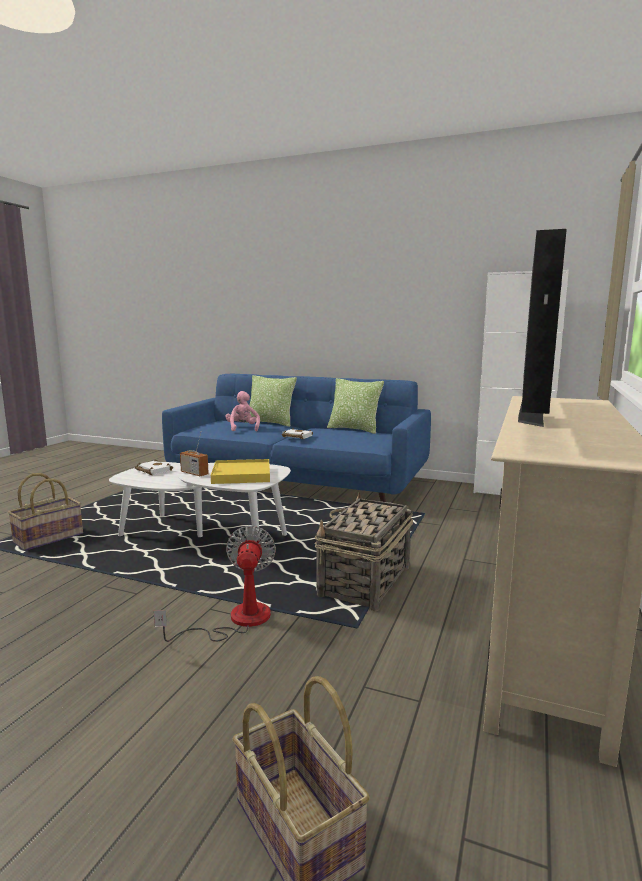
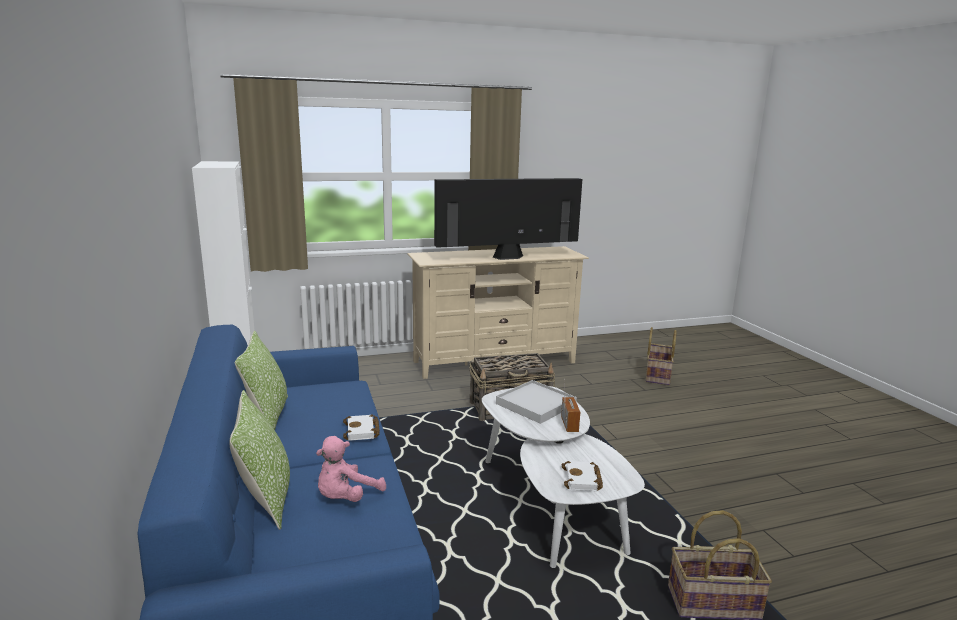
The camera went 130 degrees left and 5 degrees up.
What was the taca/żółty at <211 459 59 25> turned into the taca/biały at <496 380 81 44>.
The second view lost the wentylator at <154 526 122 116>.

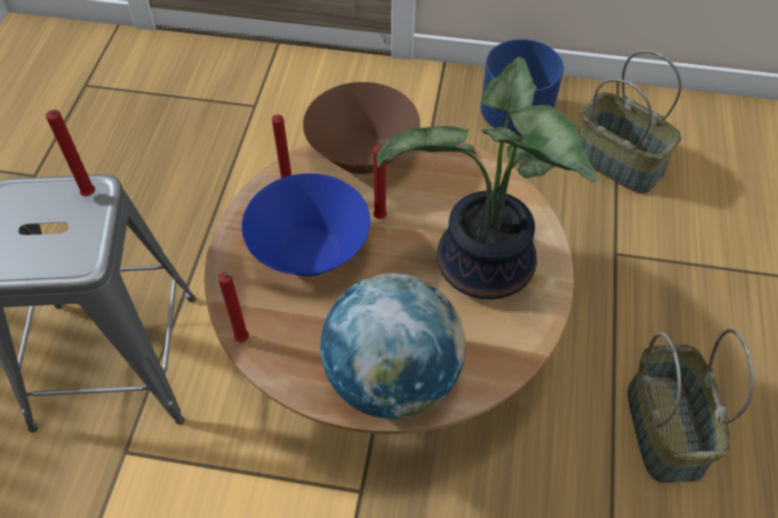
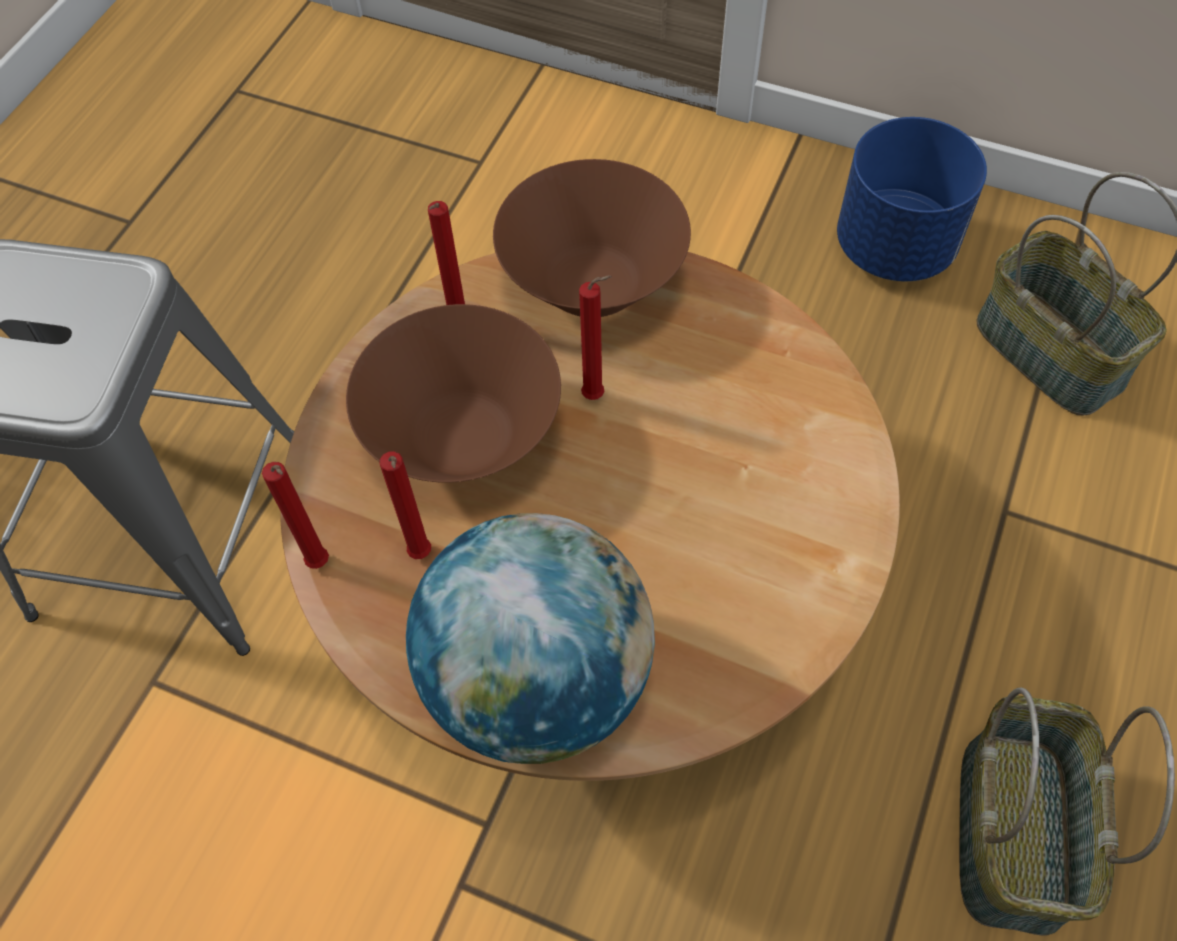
The camera went 15 degrees right and 5 degrees up.
What was the miska/niebieski at <242 173 128 103> turned into the miska/brązowy at <346 304 215 179>.
The świeca/czerwony ended up elsewhere, having gone from <46 109 49 87> to <380 451 51 108>.
The second view lost the roślina doniczkowa at <376 57 221 242>.

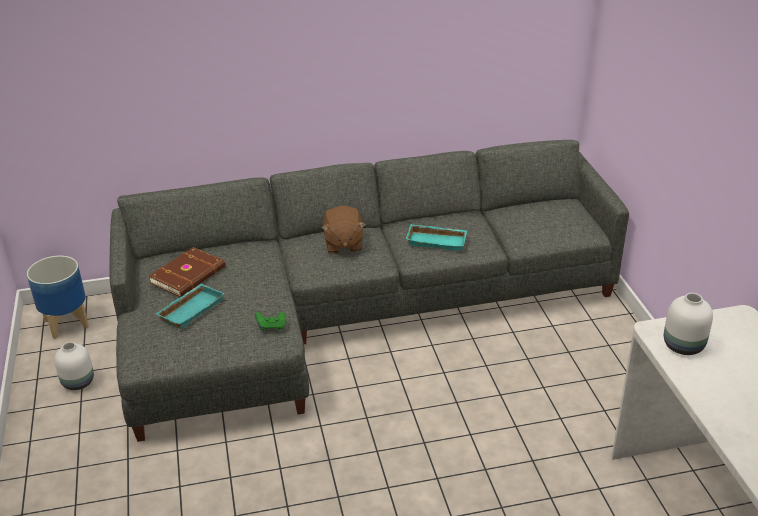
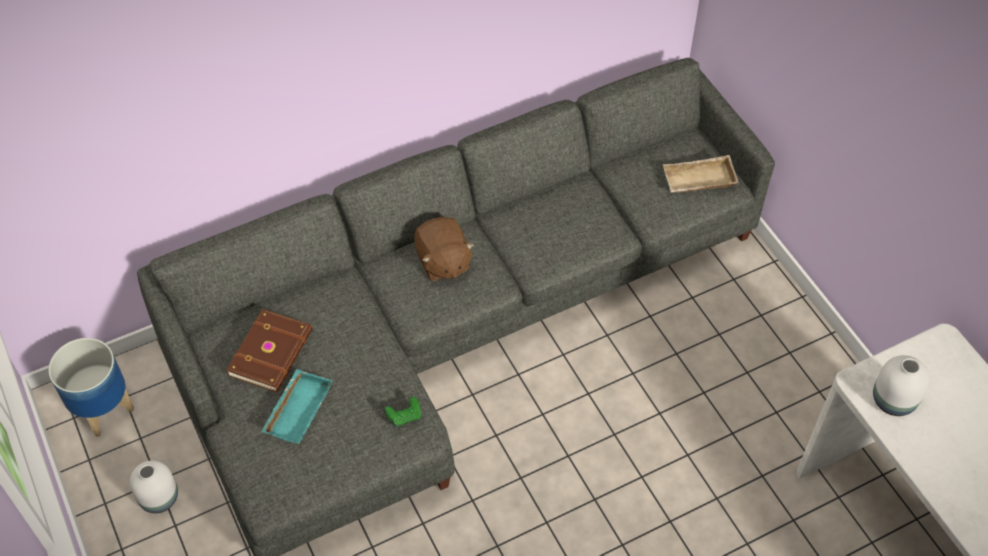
The camera went 15 degrees left and 20 degrees up.
The second view gained the taca/beżowy at <662 155 77 38>.
The second view lost the taca/turkusowy at <406 224 61 27>.

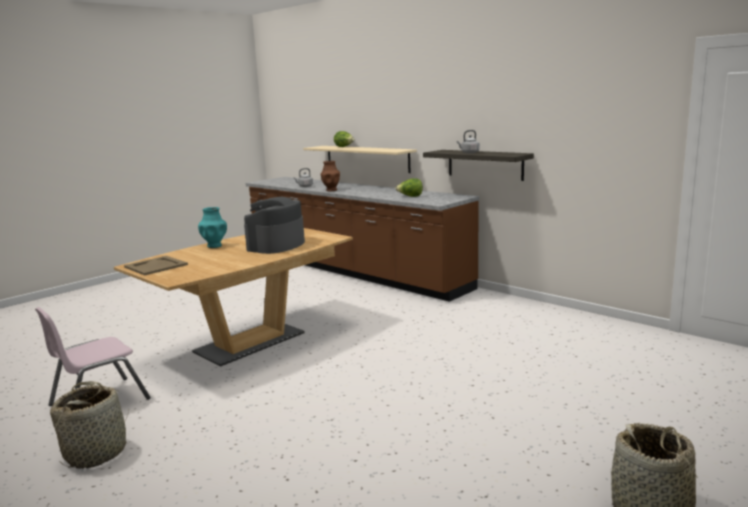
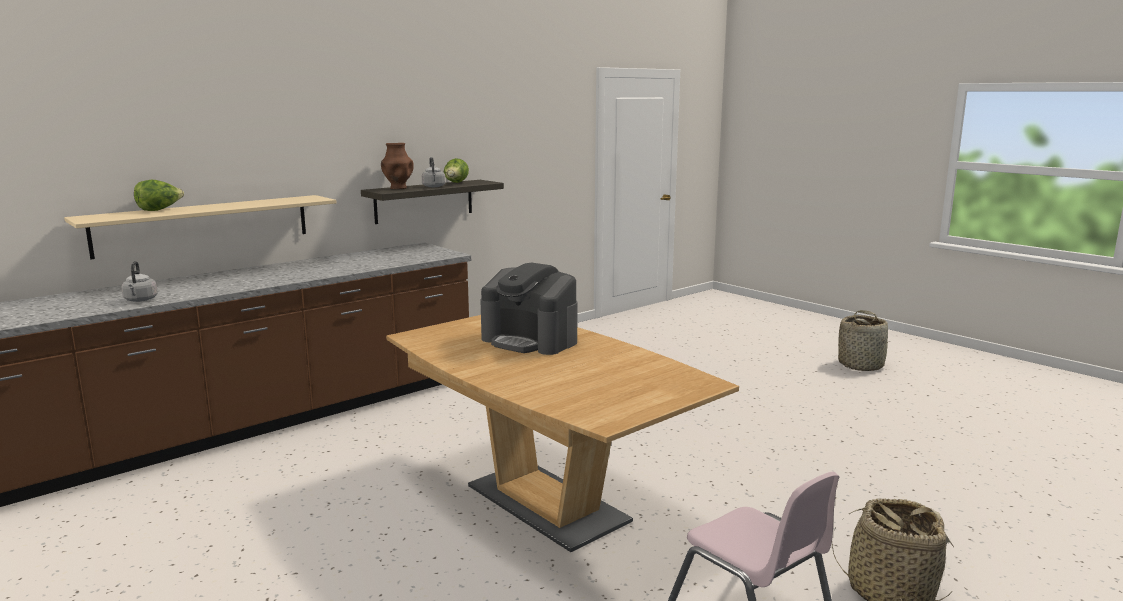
The camera went 85 degrees left and 0 degrees up.
The wazon/brązowy ended up elsewhere, having gone from <321 161 19 30> to <381 143 33 46>.
The sałata ended up elsewhere, having gone from <395 178 28 19> to <444 158 25 25>.
The second view lost the taca/beżowy at <124 256 64 20>.
The second view lost the wazon/turkusowy at <198 207 29 41>.

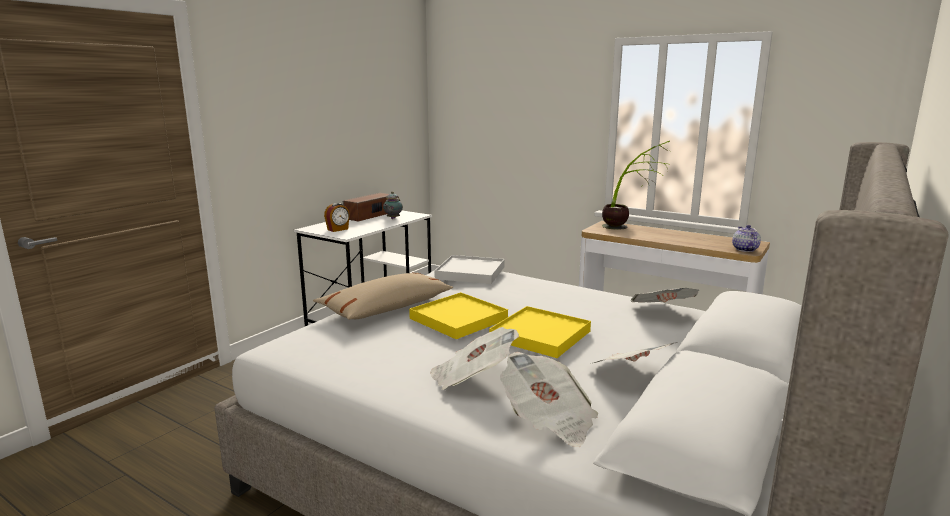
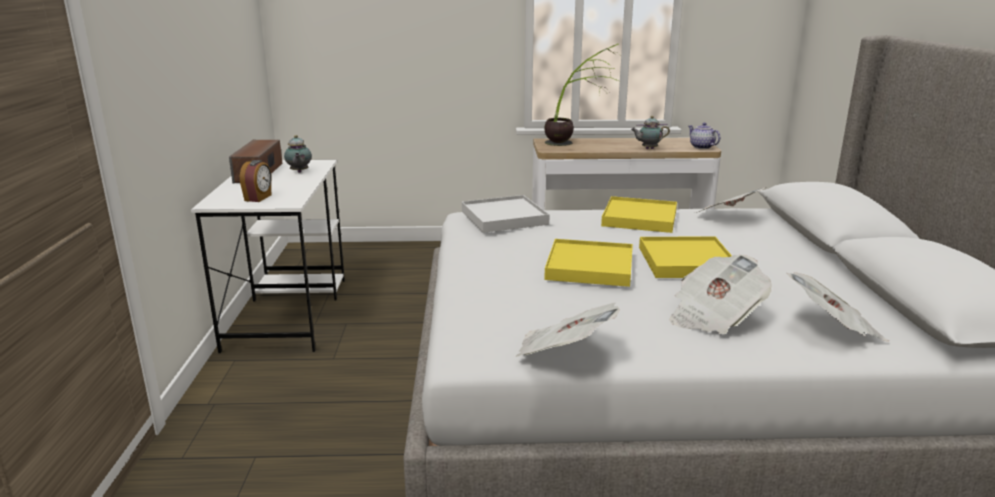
The camera went 35 degrees left and 5 degrees up.
The gazeta ended up elsewhere, having gone from <594 342 84 21> to <516 303 104 54>.
The second view gained the taca/żółty at <601 196 76 37>.
The second view gained the imbryk at <631 116 39 33>.
The second view lost the poduszka/beżowy at <313 272 140 48>.

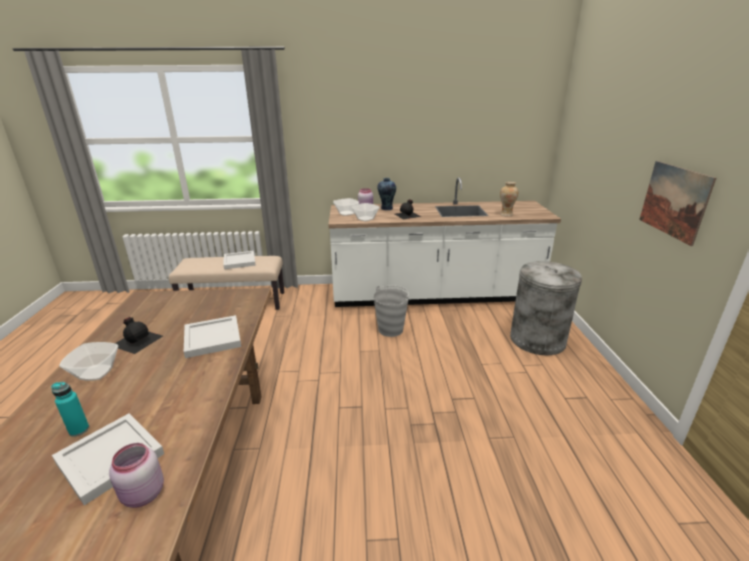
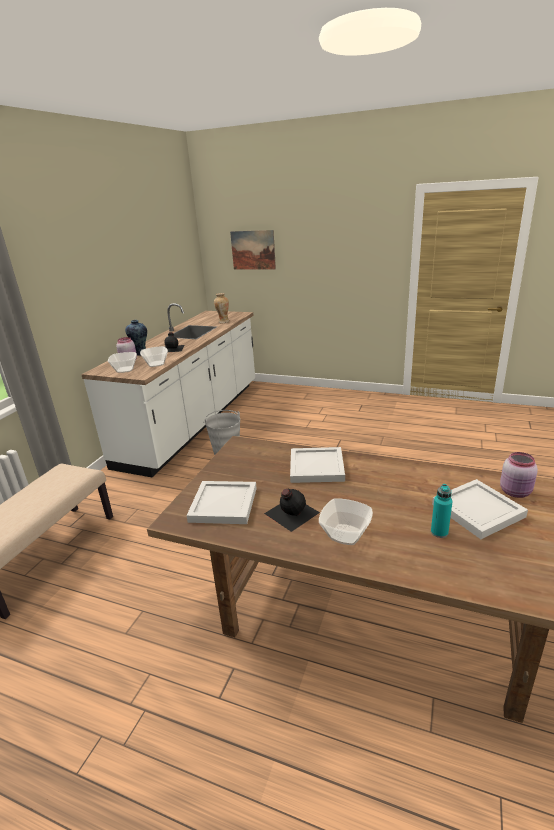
The camera went 65 degrees left and 0 degrees up.
The taca/biały ended up elsewhere, having gone from <223 251 33 18> to <186 481 71 43>.
The obraz ended up elsewhere, having gone from <639 161 77 85> to <230 230 46 40>.
The second view lost the kosz na śmieci/szary at <510 261 72 94>.

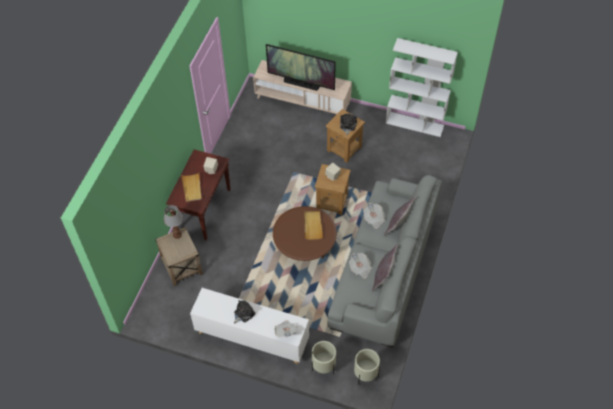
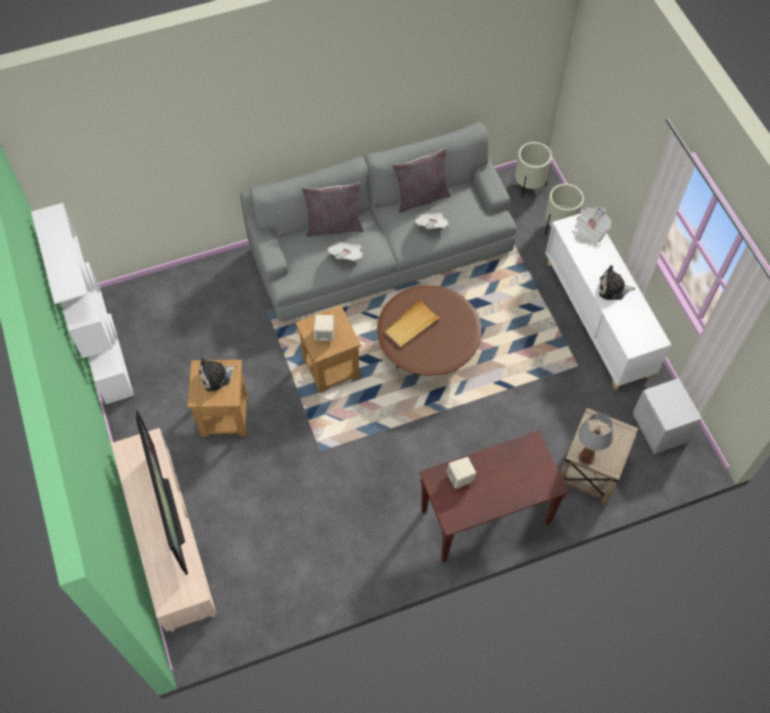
The camera went 130 degrees left and 5 degrees up.
The second view gained the szafka nocna/szary at <633 378 69 76>.
The second view lost the taca/beżowy at <181 173 21 29>.

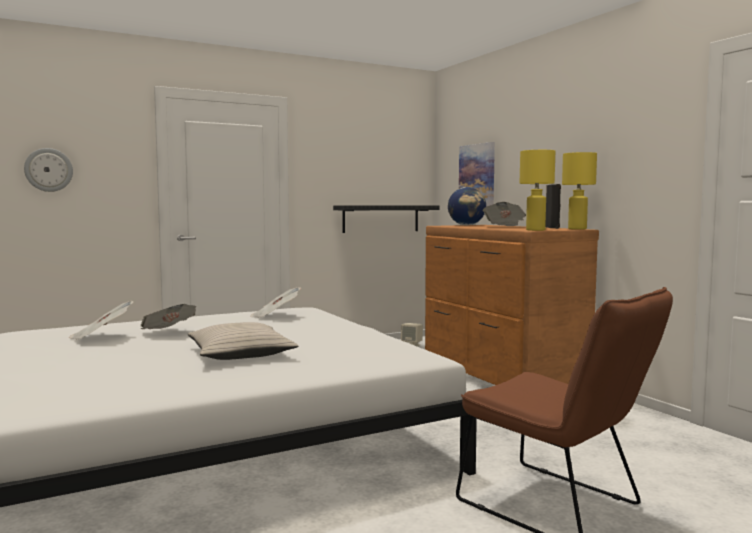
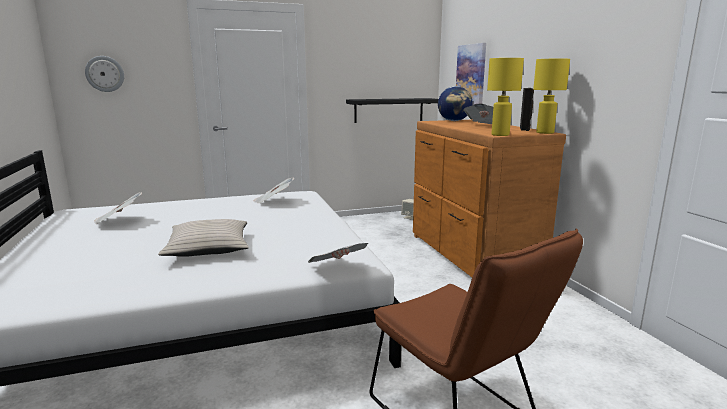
The camera went 10 degrees right and 10 degrees up.
The gazeta ended up elsewhere, having gone from <141 304 55 25> to <308 243 61 20>.

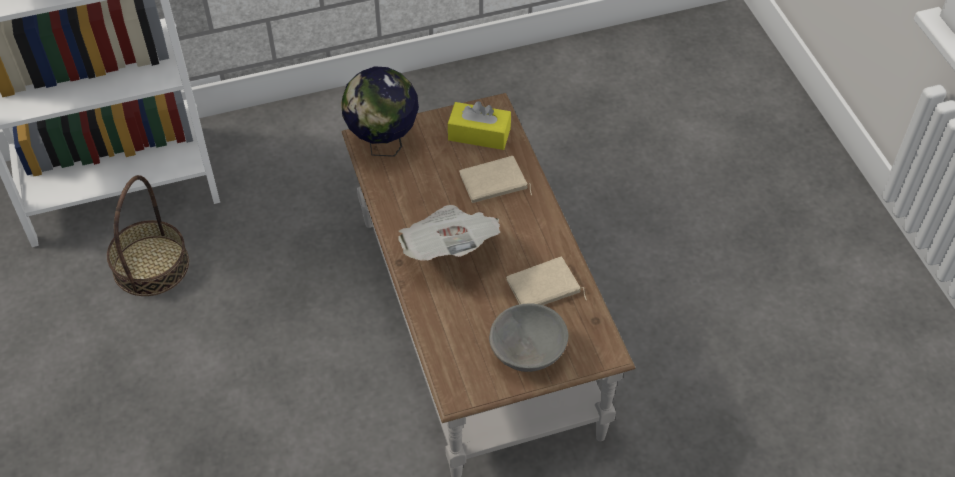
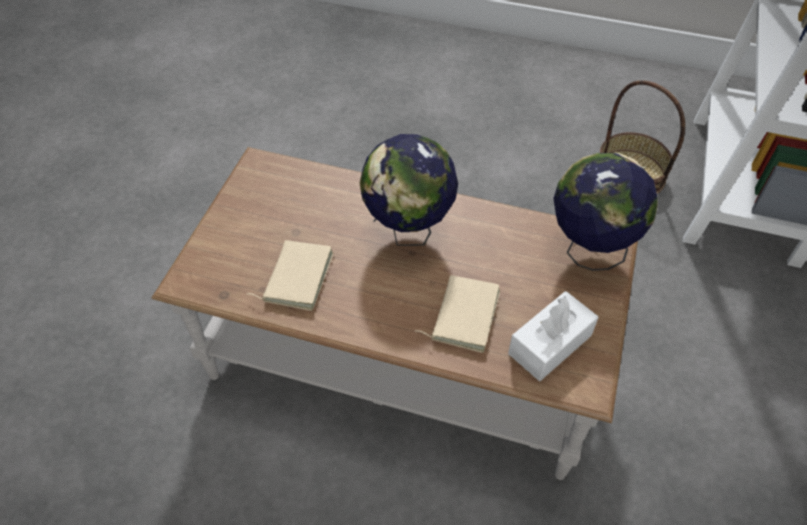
The camera went 125 degrees right and 0 degrees up.
Where the gazeta stood at <398 205 102 56>, the globus came to stand at <359 134 99 112>.
What was the pudełko chusteczek/żółty at <448 101 63 49> turned into the pudełko chusteczek/biały at <508 291 91 90>.
The second view lost the miska/szary at <489 304 79 68>.

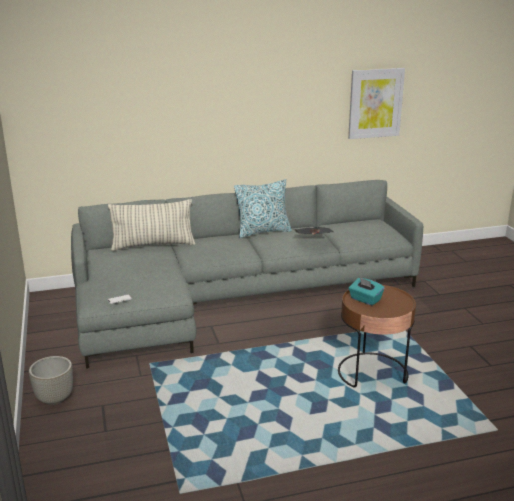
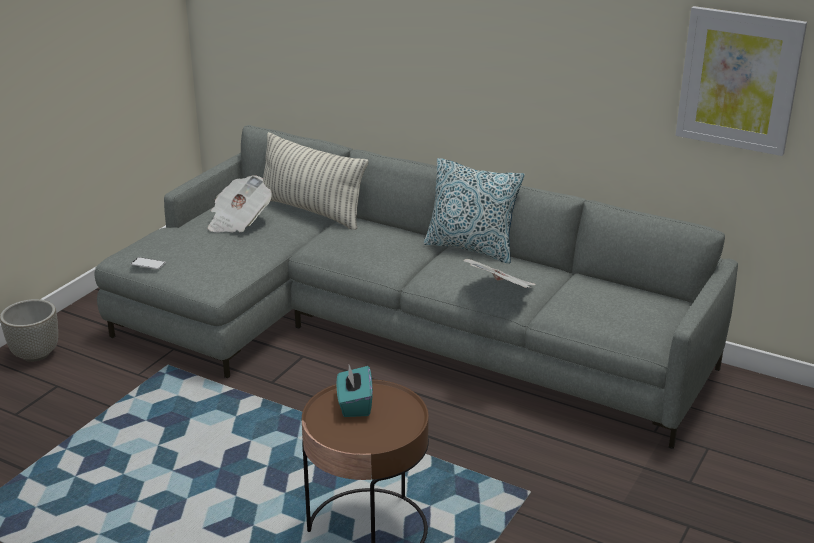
The camera went 45 degrees right and 5 degrees up.
The second view gained the gazeta at <208 175 64 58>.

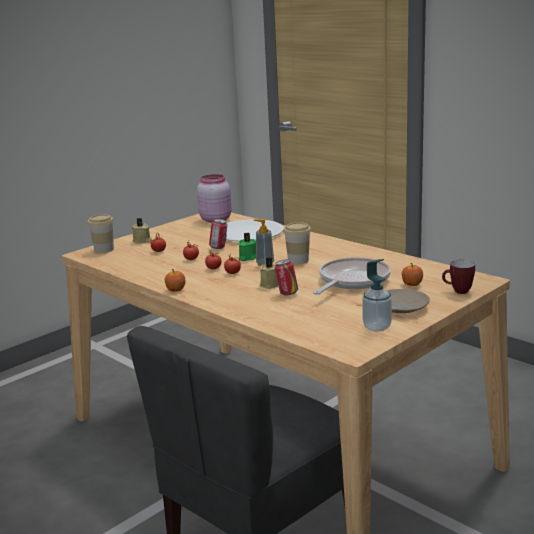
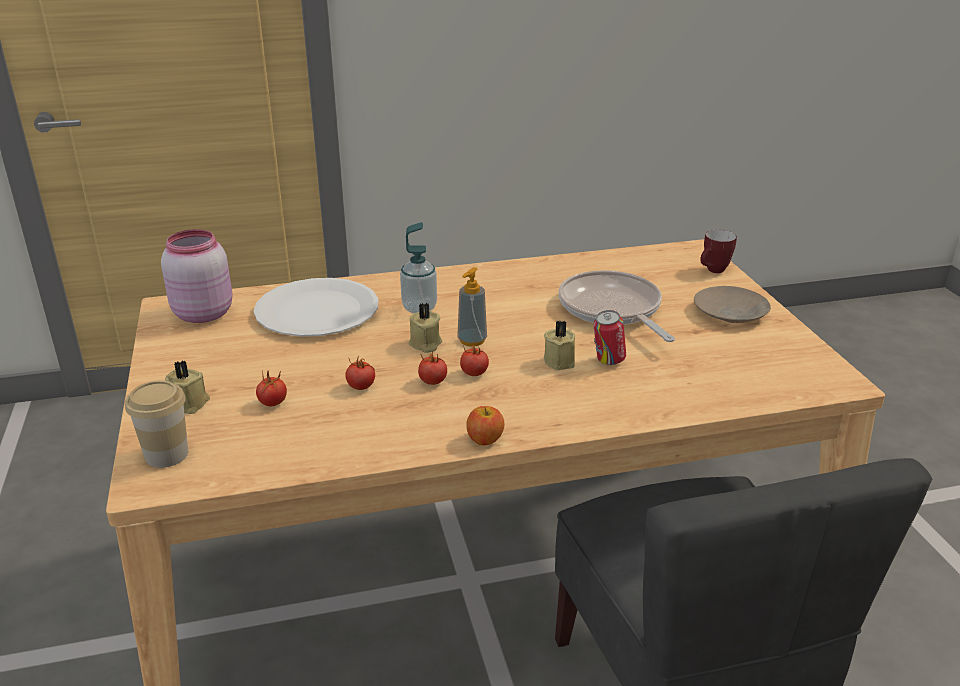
The camera went 60 degrees left and 10 degrees up.
The dozownik mydła ended up elsewhere, having gone from <362 259 30 73> to <400 222 37 92>.
What was the świeca/zielony at <238 233 18 28> turned into the świeca/beżowy at <409 303 33 50>.
The second view lost the puszka at <209 219 18 30>.
The second view lost the filiżanka at <283 222 28 42>.
The second view lost the jabłko at <402 263 21 23>.

